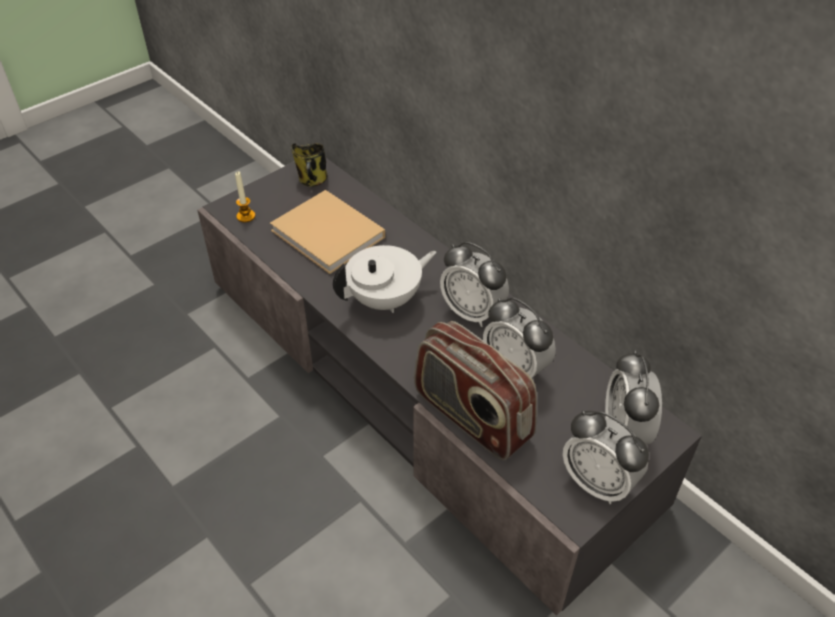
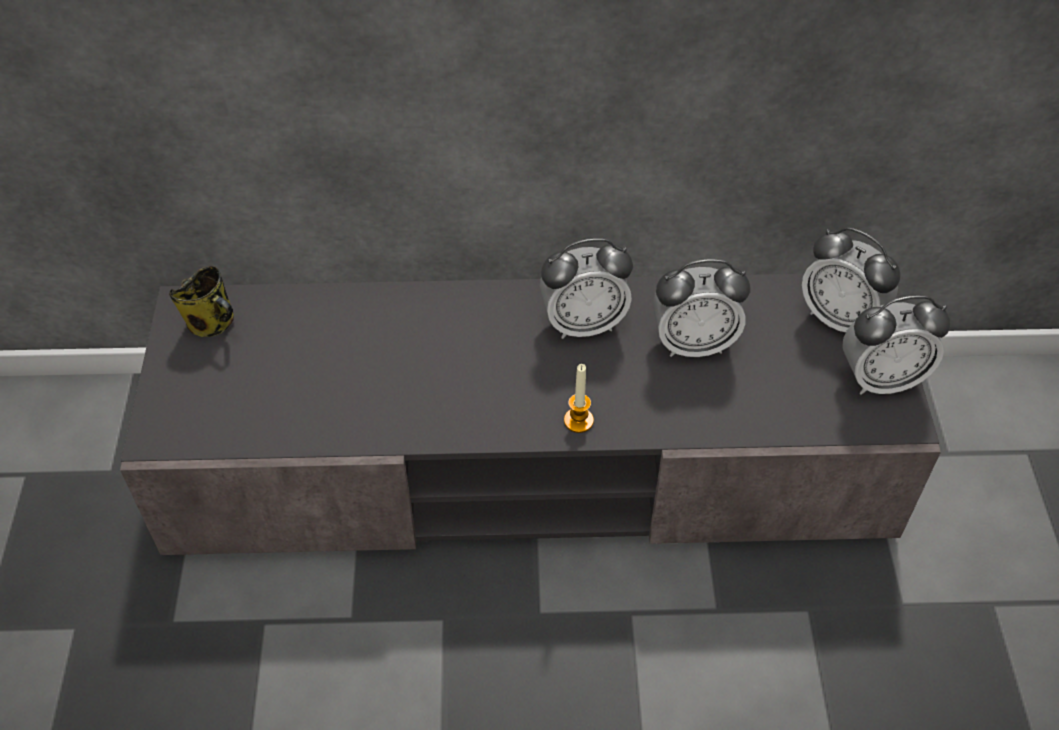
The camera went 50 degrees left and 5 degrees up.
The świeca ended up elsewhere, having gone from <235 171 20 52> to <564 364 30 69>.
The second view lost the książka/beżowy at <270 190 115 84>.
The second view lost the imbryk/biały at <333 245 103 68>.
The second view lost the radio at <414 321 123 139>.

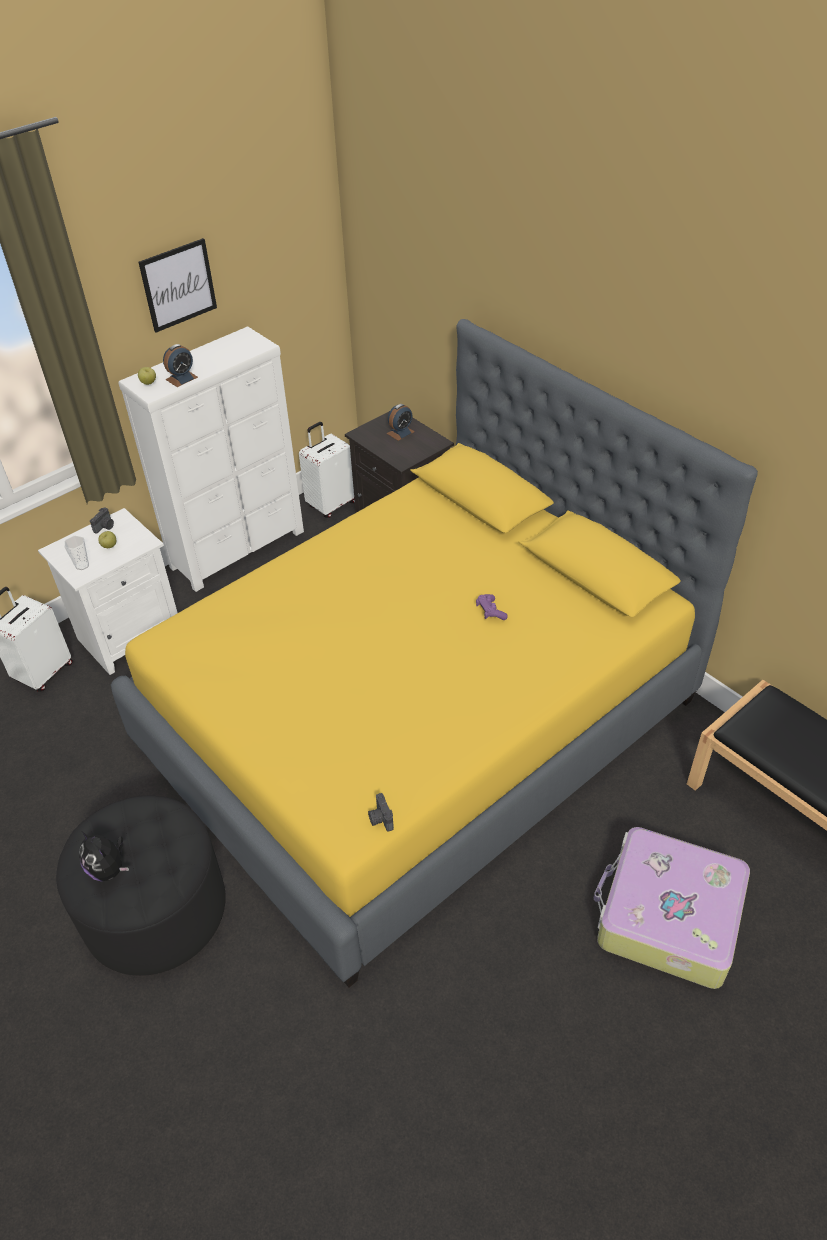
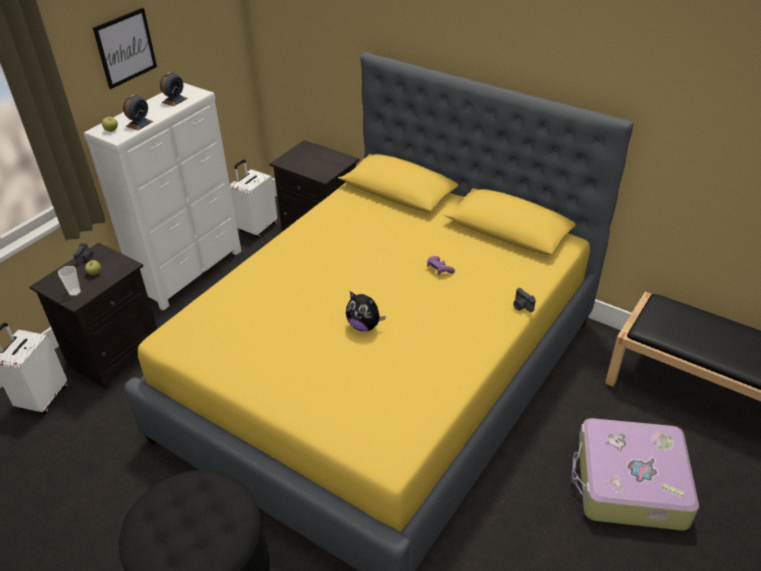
The camera went 15 degrees left and 5 degrees down.
What was the szafka nocna/biały at <38 508 140 167> turned into the szafka nocna/czarny at <30 243 127 146>.
The budzik ended up elsewhere, having gone from <387 404 28 37> to <160 72 28 35>.
The pluszak ended up elsewhere, having gone from <79 831 50 50> to <346 291 40 40>.
The aparat fotograficzny ended up elsewhere, having gone from <368 793 26 39> to <513 288 23 24>.

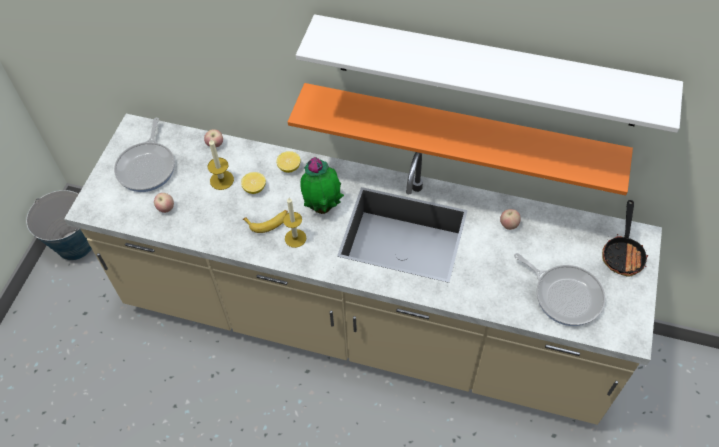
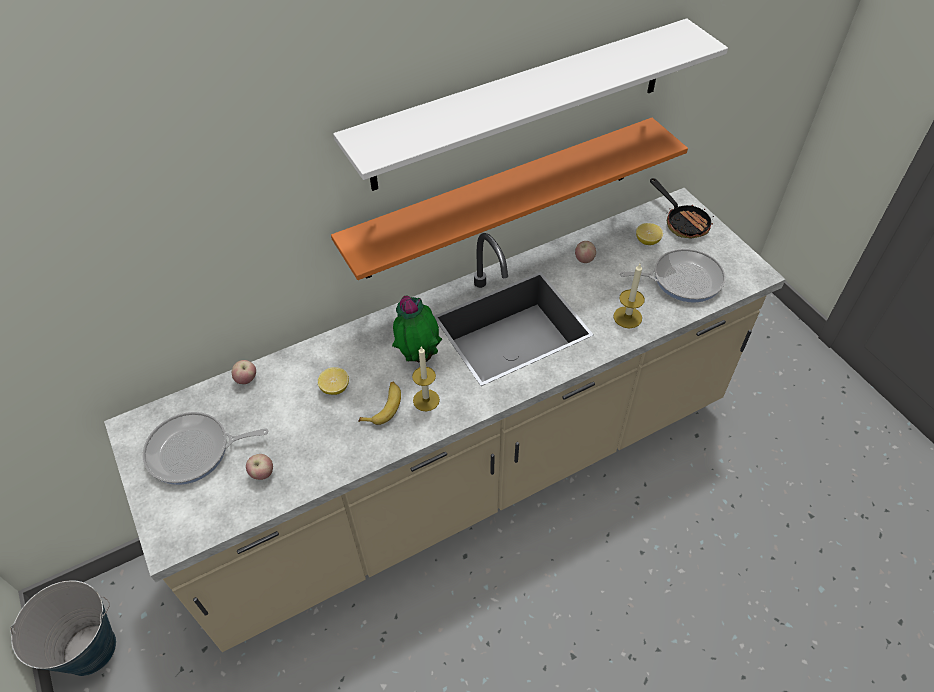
The camera went 45 degrees left and 5 degrees down.
The patelnia at <114 118 61 74> ended up facing another way, 120 degrees clockwise from before.
The świeca ended up elsewhere, having gone from <208 138 26 52> to <613 264 32 64>.
The cytryna ended up elsewhere, having gone from <277 151 24 22> to <636 223 27 22>.

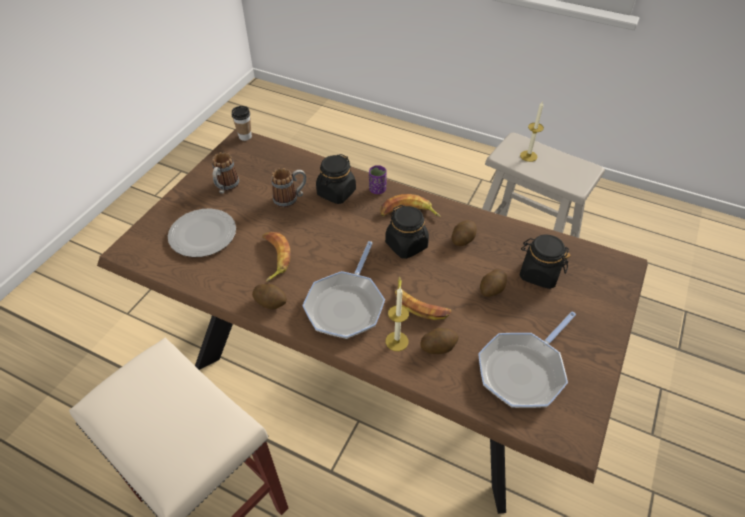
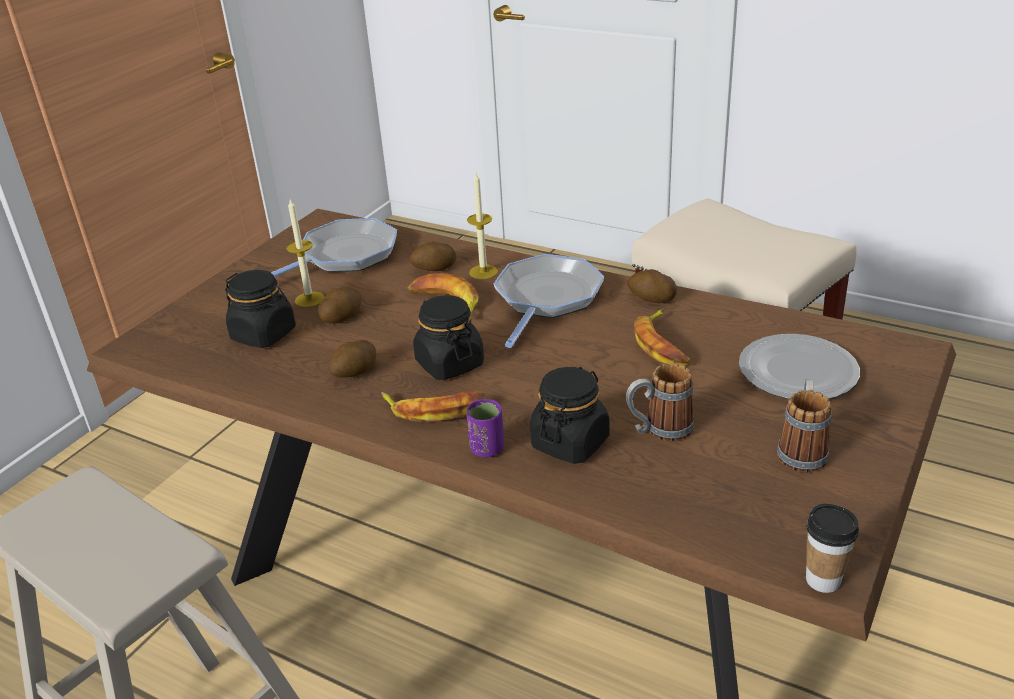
The camera went 175 degrees left and 15 degrees down.
The świeca ended up elsewhere, having gone from <520 101 24 61> to <286 199 38 108>.

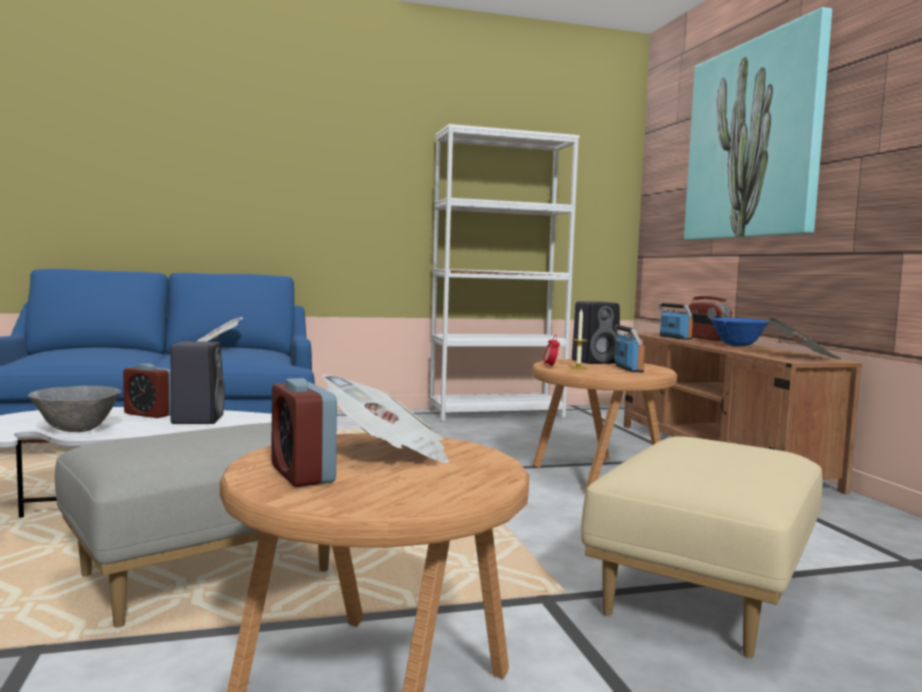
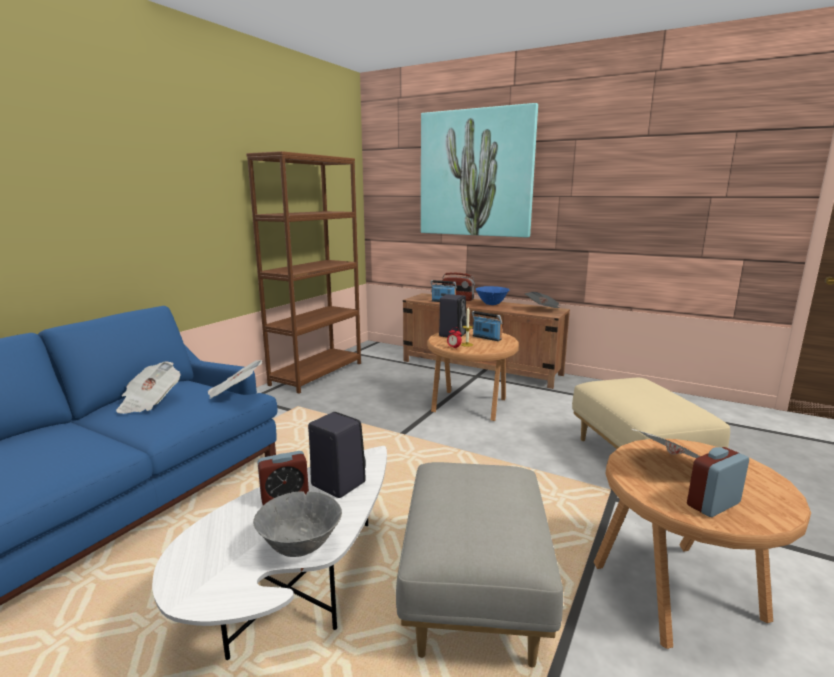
The camera went 45 degrees left and 10 degrees up.
The second view gained the gazeta at <208 360 54 39>.
What was the regał/biały at <429 124 151 297> turned into the regał/brązowy at <246 151 115 243>.
The budzik at <272 378 65 109> ended up facing another way, 135 degrees clockwise from before.

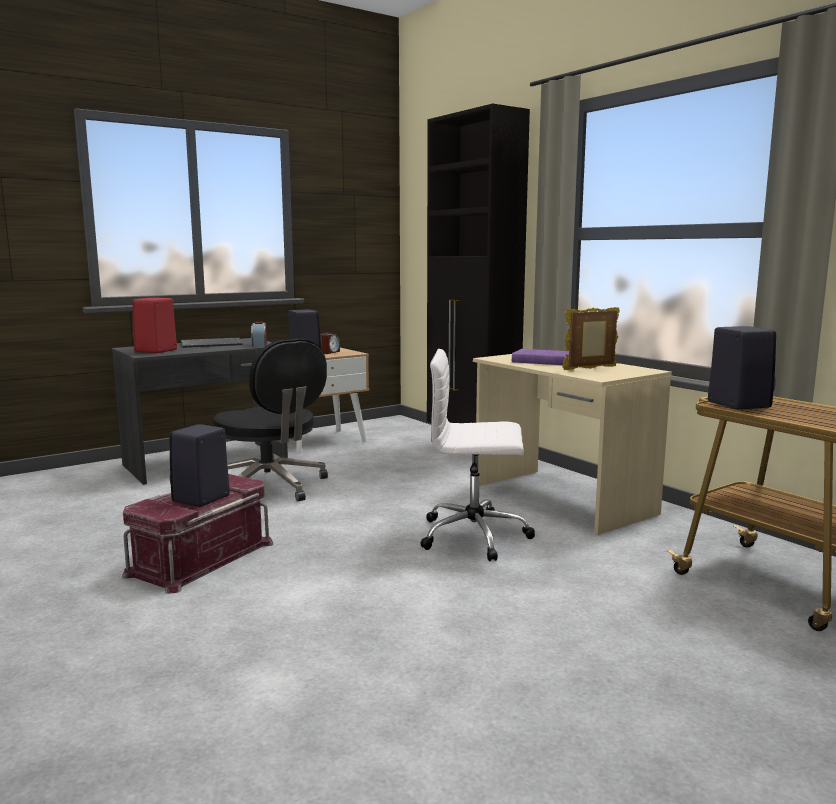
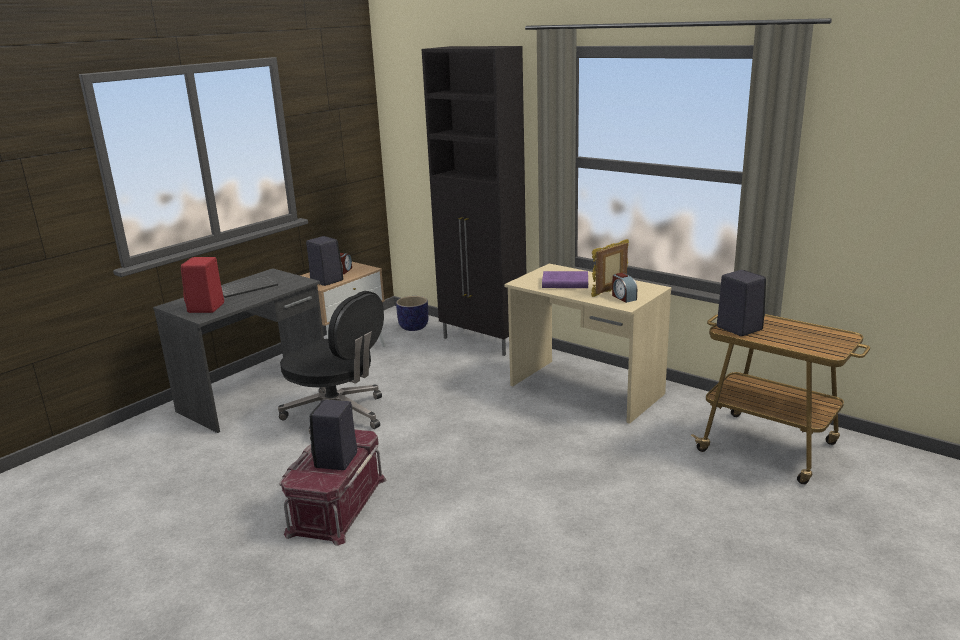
The camera went 15 degrees left and 10 degrees up.
The second view gained the donica at <396 296 33 35>.
The budzik ended up elsewhere, having gone from <251 322 16 24> to <612 273 25 30>.
The second view lost the krzesło biurowe/biały at <420 349 115 212>.

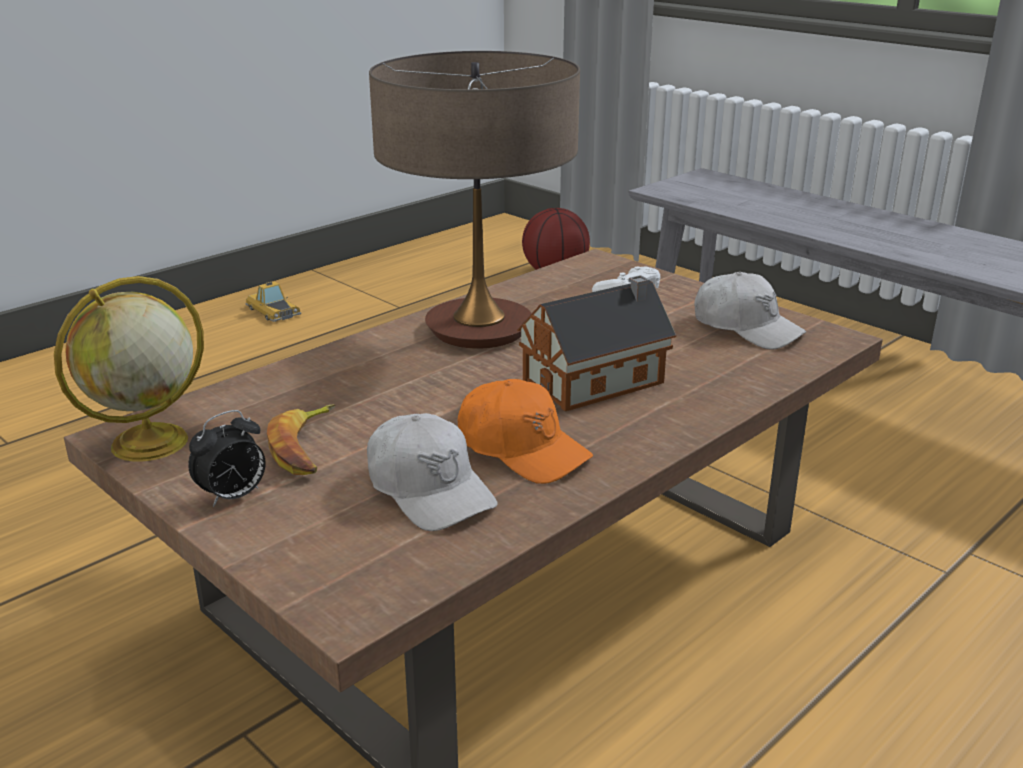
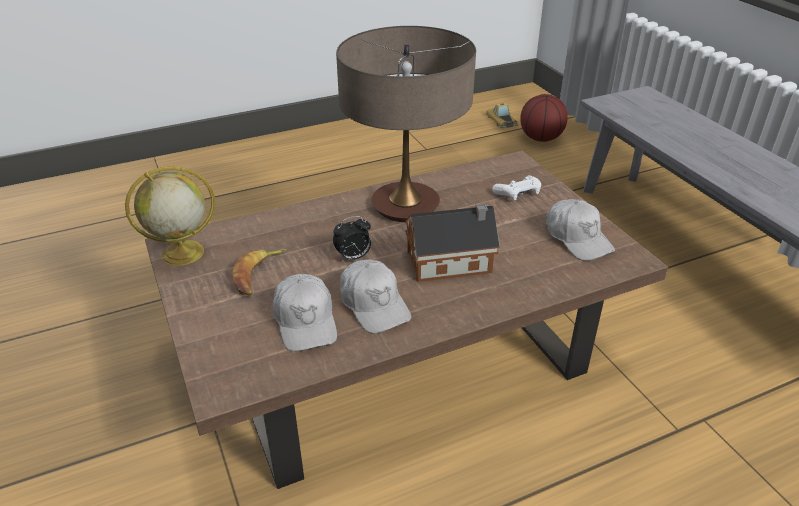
The camera went 20 degrees right and 10 degrees up.
The budzik ended up elsewhere, having gone from <188 410 78 97> to <333 216 38 45>.
What was the czapka z daszkiem/pomarańczowy at <458 379 135 105> turned into the czapka z daszkiem/biały at <340 259 71 74>.
The samochodzik ended up elsewhere, having gone from <245 281 57 41> to <486 103 32 25>.

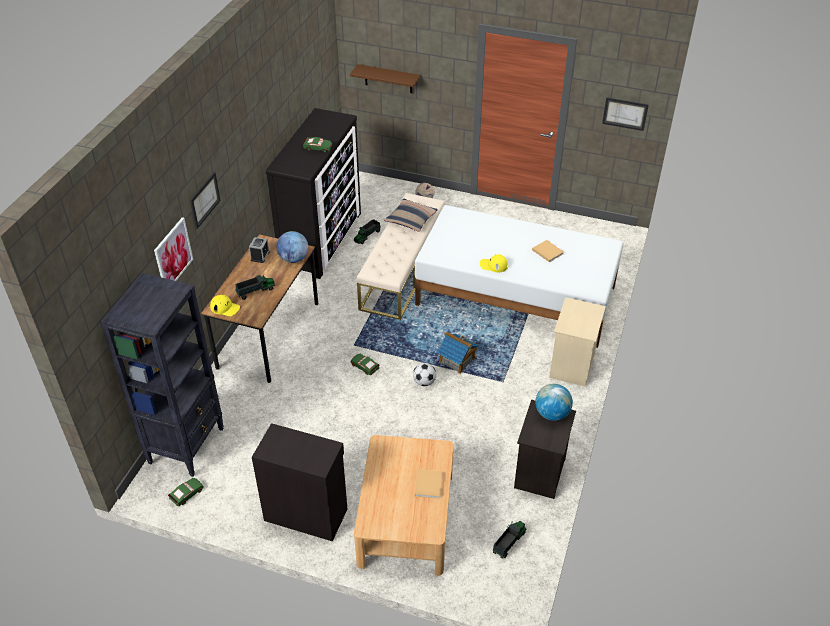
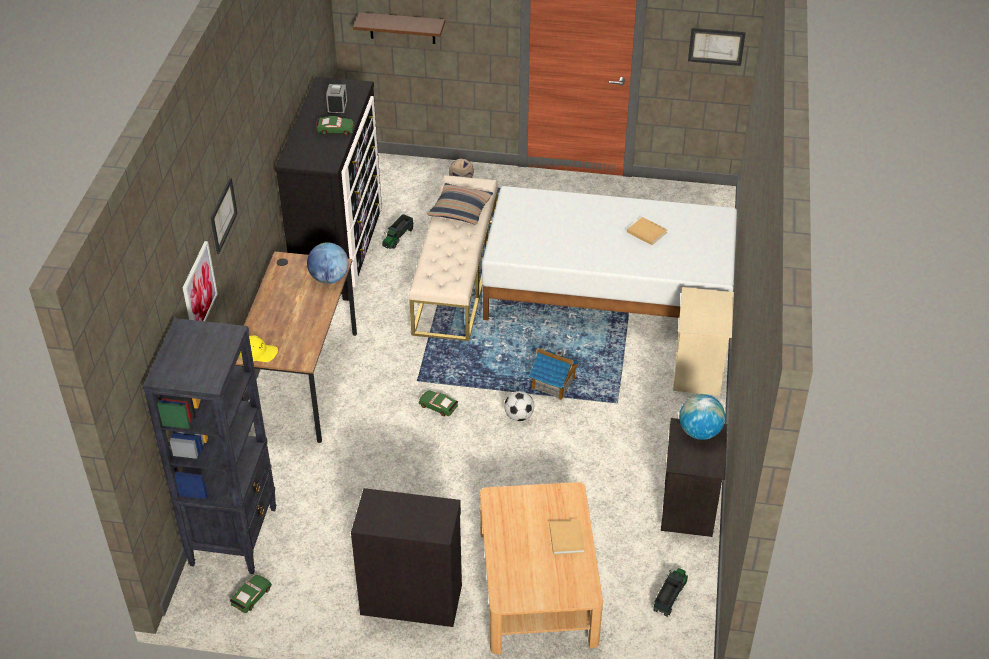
The camera went 10 degrees left and 0 degrees up.
The budzik ended up elsewhere, having gone from <249 237 21 26> to <326 84 21 31>.
The second view lost the ciężarówka zabawkowa at <235 275 40 25>.
The second view lost the czapka z daszkiem/żółty at <480 254 28 18>.

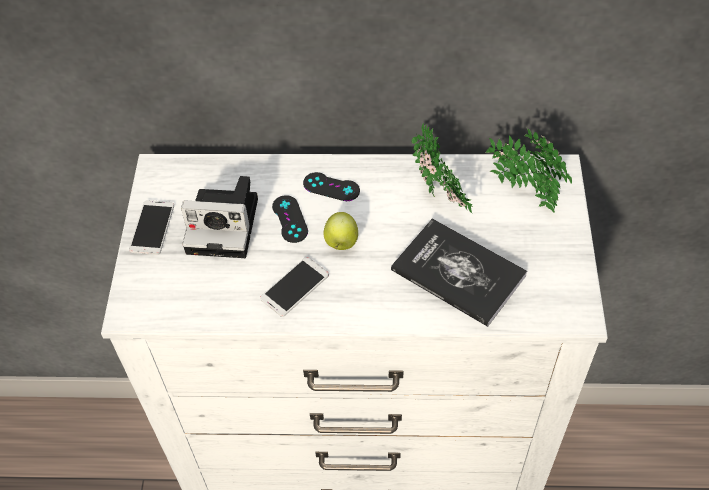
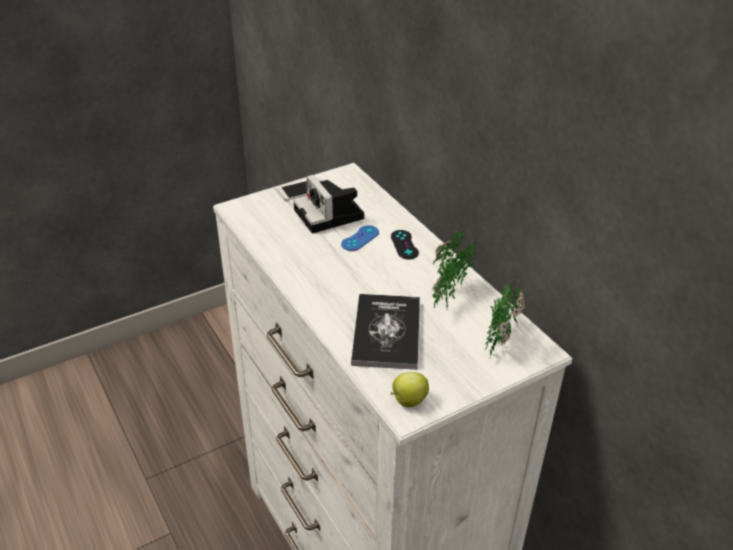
The camera went 55 degrees right and 15 degrees down.
What was the pad do gier/czarny at <272 195 36 48> turned into the pad do gier/niebieski at <341 225 38 26>.
The jabłko ended up elsewhere, having gone from <323 212 35 38> to <391 372 38 35>.
The second view lost the telefon at <260 257 69 60>.

